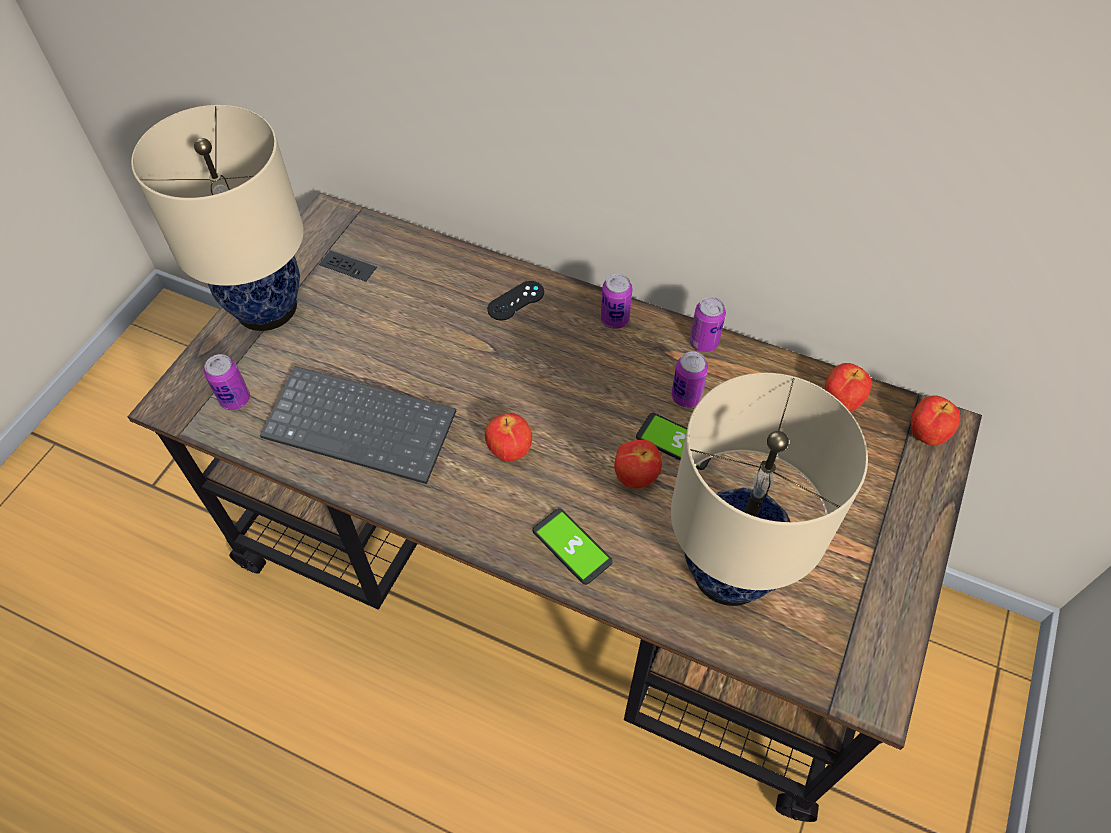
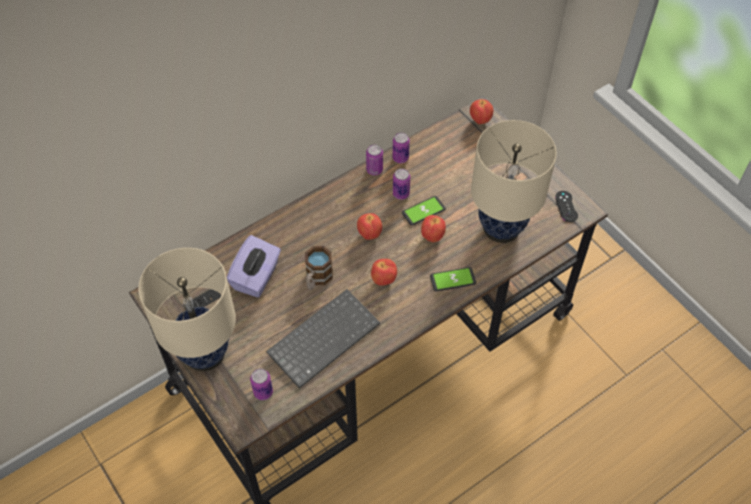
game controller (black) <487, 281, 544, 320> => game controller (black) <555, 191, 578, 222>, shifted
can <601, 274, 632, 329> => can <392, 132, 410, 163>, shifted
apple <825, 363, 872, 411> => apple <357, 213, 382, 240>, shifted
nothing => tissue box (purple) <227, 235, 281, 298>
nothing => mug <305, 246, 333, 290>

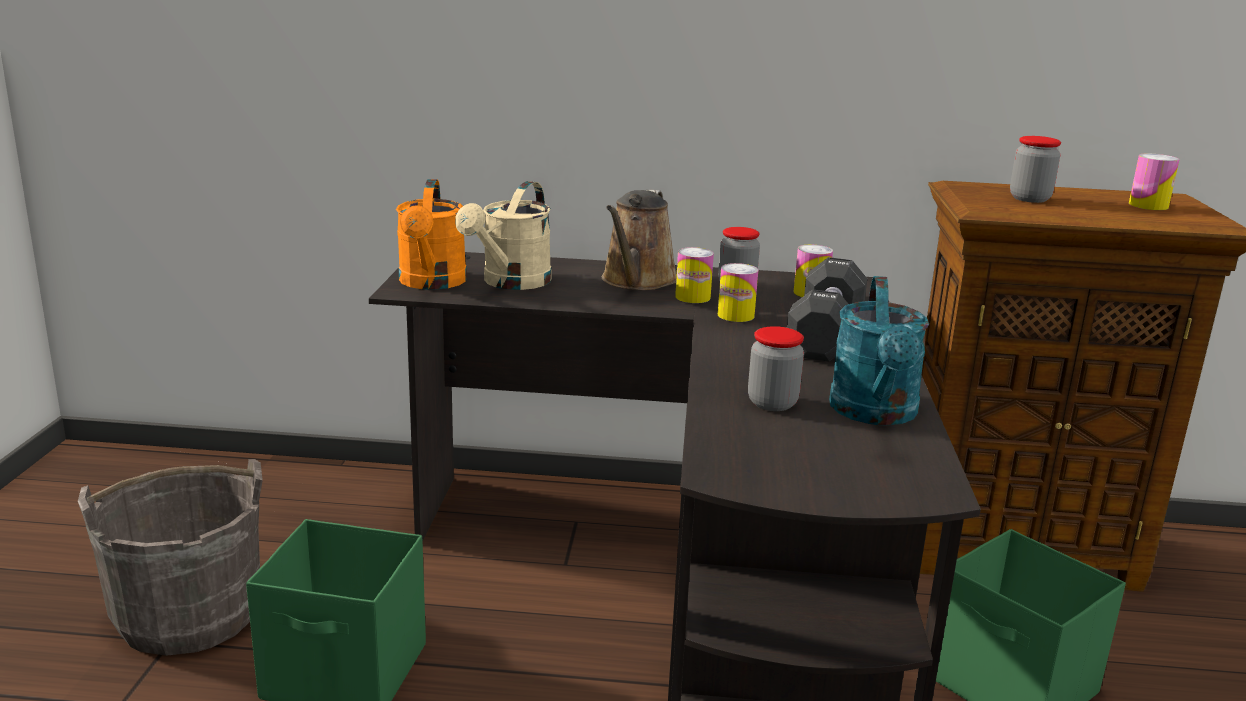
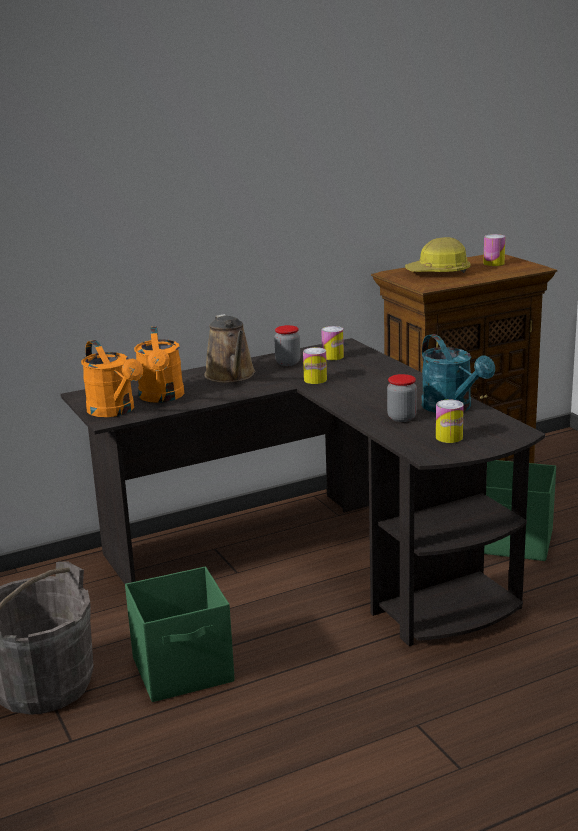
watering can (beige) <455, 181, 552, 290> => watering can (orange) <134, 326, 184, 403>
can <675, 247, 714, 303> => can <436, 400, 464, 443>, shifted
dumbbell (black) <787, 257, 867, 362> => nothing
jar <1010, 136, 1061, 203> => hard hat <405, 237, 471, 273>

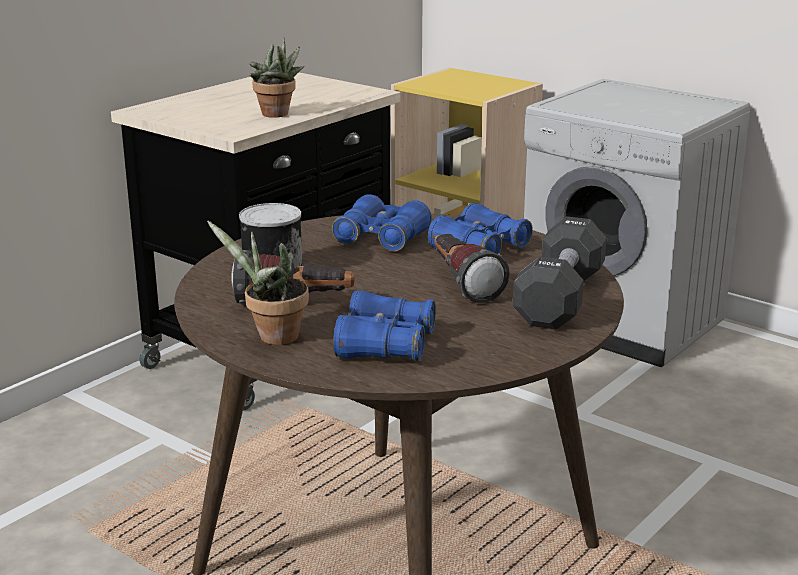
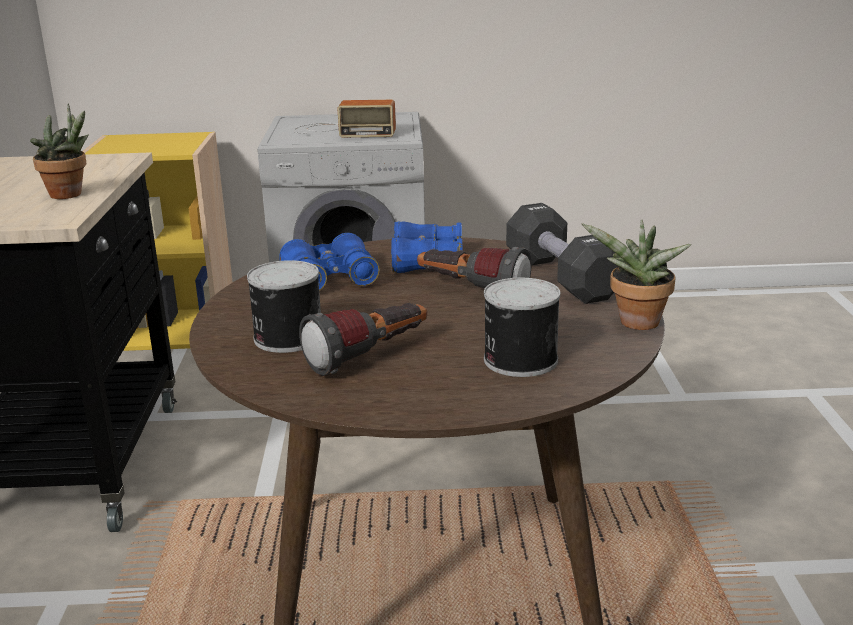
potted plant <207, 220, 309, 345> => potted plant <581, 220, 691, 330>, shifted
binoculars (blue) <333, 291, 436, 362> => can <484, 278, 560, 377>
nothing => radio <294, 100, 396, 138>

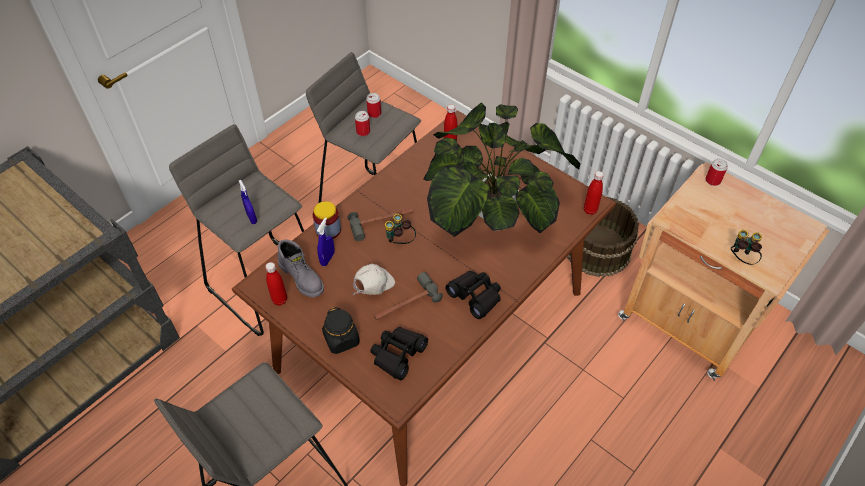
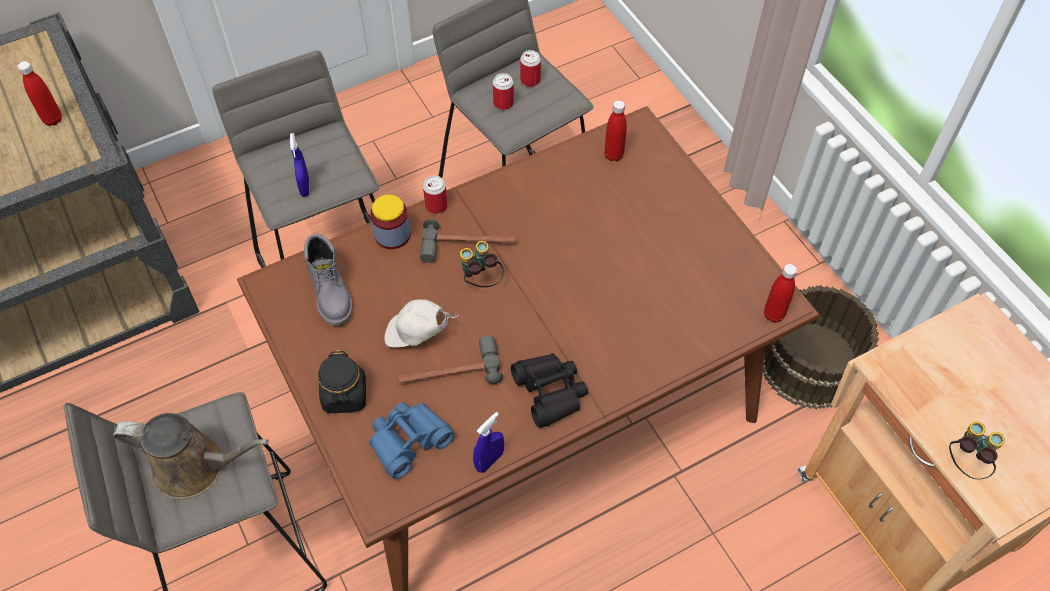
bottle (red) <265, 262, 287, 306> => bottle (red) <17, 61, 62, 126>, shifted
spray bottle (blue) <317, 217, 335, 266> => spray bottle (blue) <473, 412, 504, 473>, shifted
cap (white) <352, 264, 395, 295> => cap (white) <384, 299, 459, 347>, 150 degrees counterclockwise
binoculars (black) <370, 327, 428, 380> => binoculars (blue) <369, 402, 455, 479>
potted plant <423, 102, 580, 237> => nothing
can <705, 158, 728, 186> => can <423, 176, 448, 214>, shifted
nothing => watering can (brown) <113, 413, 269, 500>

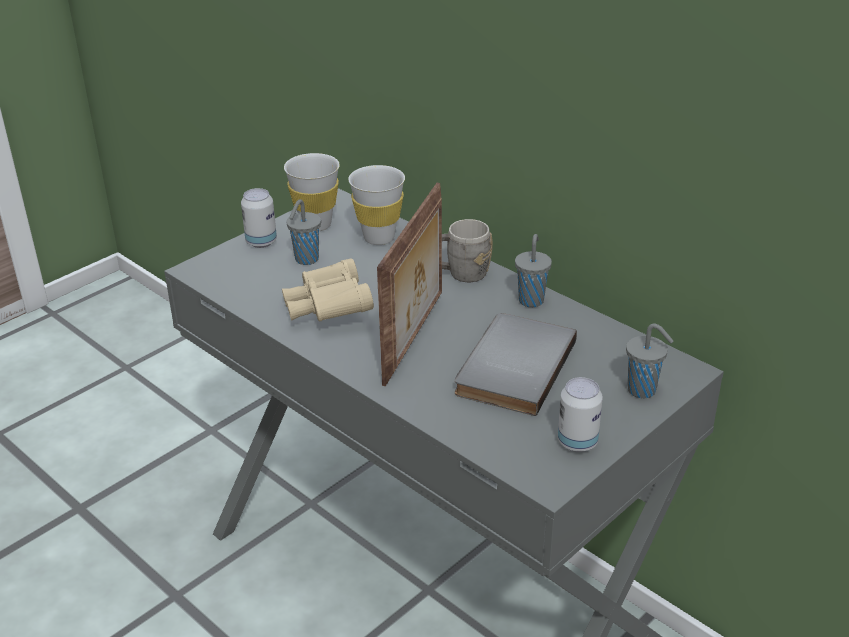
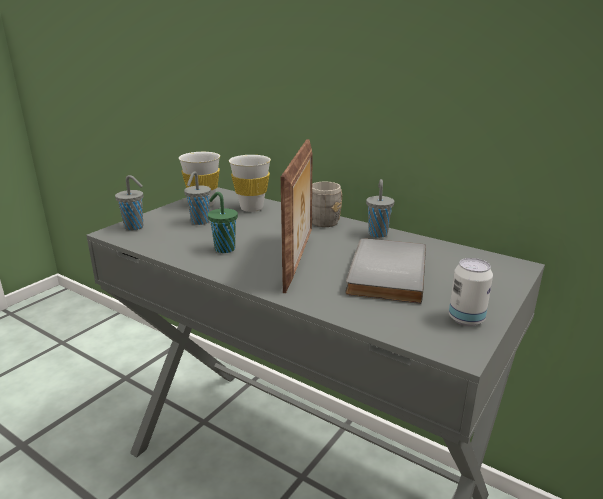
can <241, 188, 277, 248> => nothing
binoculars (beige) <282, 259, 374, 322> => cup (green) <208, 192, 238, 253>
cup (grey) <626, 324, 673, 398> => cup (grey) <115, 175, 143, 230>, shifted

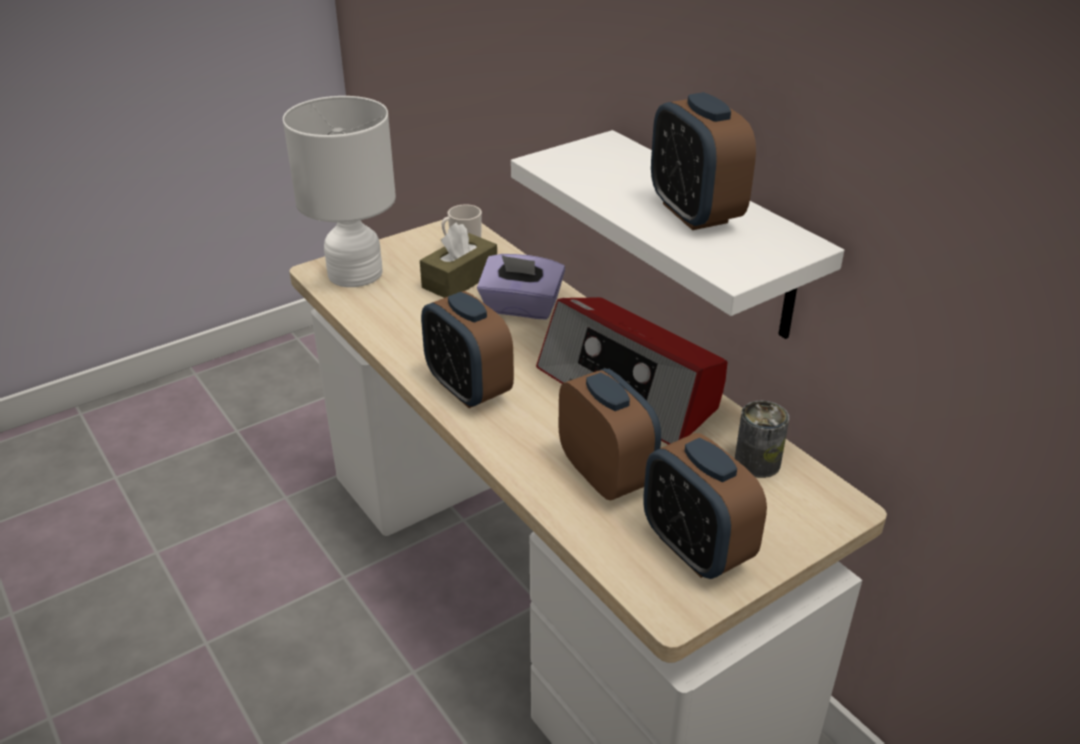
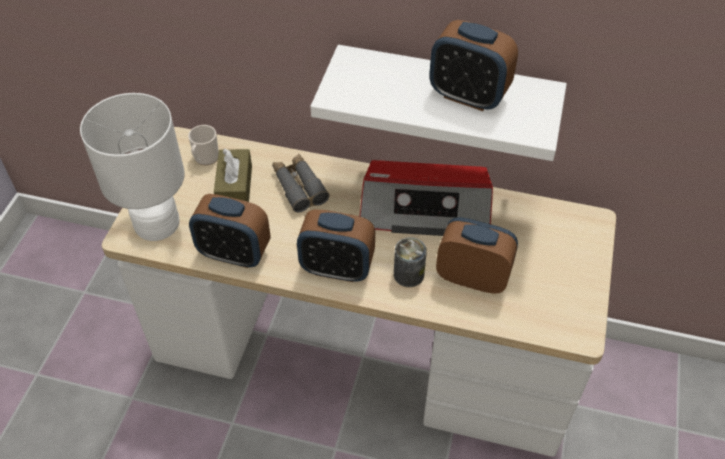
tissue box (purple) <477, 254, 565, 319> => binoculars (grey) <272, 154, 330, 213>
alarm clock <643, 433, 767, 579> => alarm clock <189, 194, 270, 268>, shifted
can <735, 401, 789, 478> => can <394, 237, 427, 287>, shifted

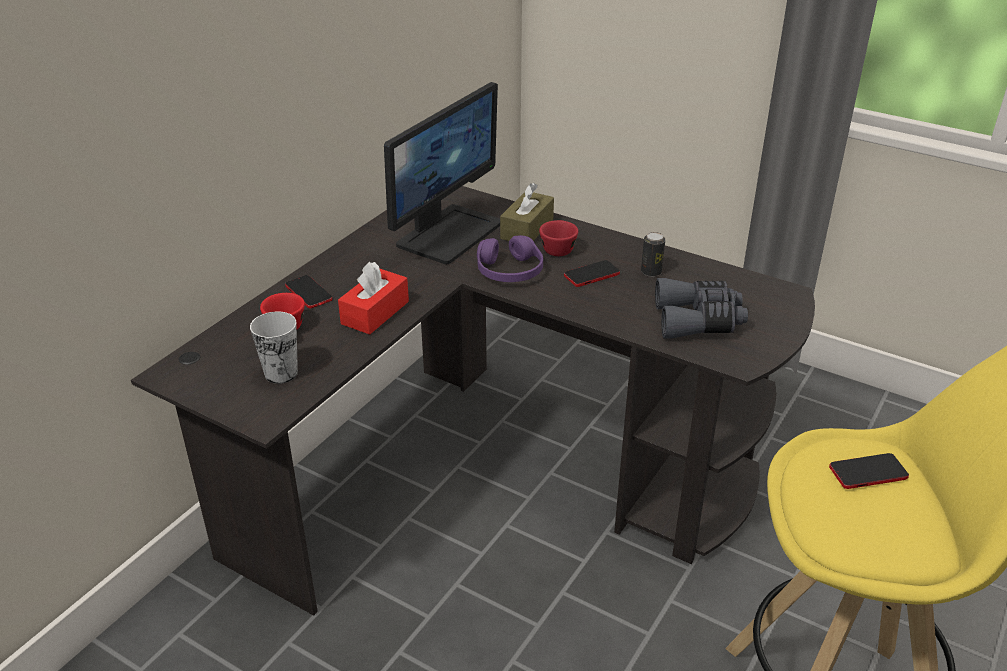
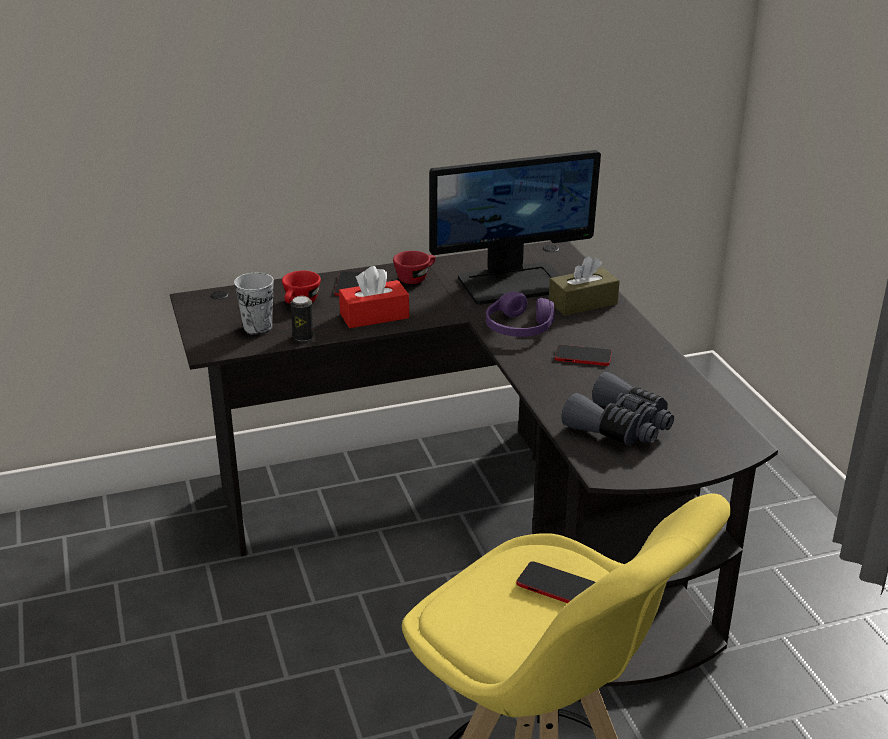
cup (red) <539, 220, 578, 256> => cup (red) <393, 251, 436, 284>, shifted
can <641, 232, 665, 277> => can <290, 296, 314, 342>, shifted

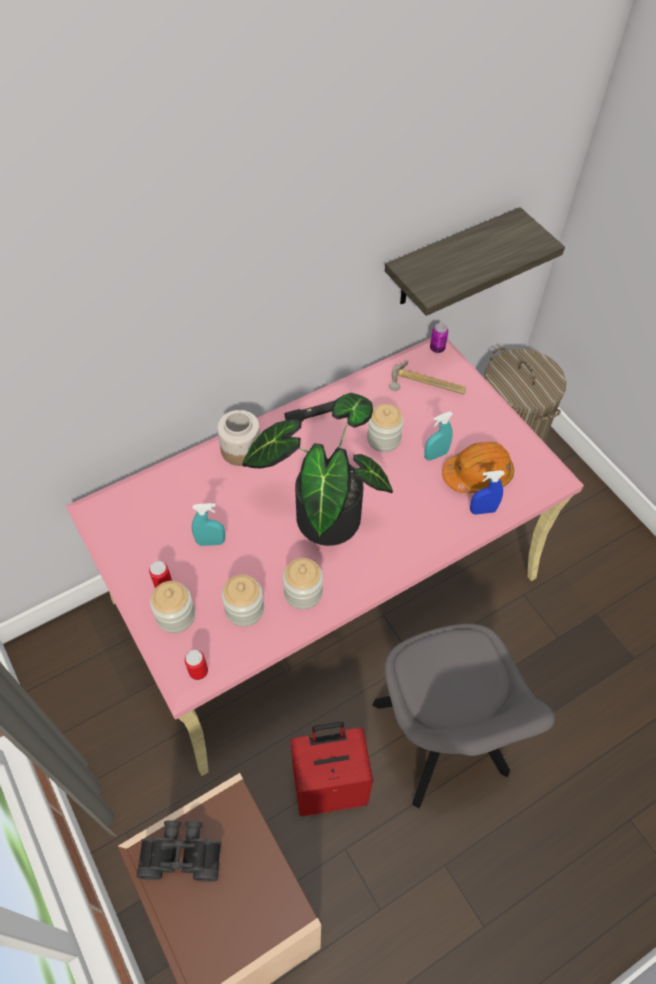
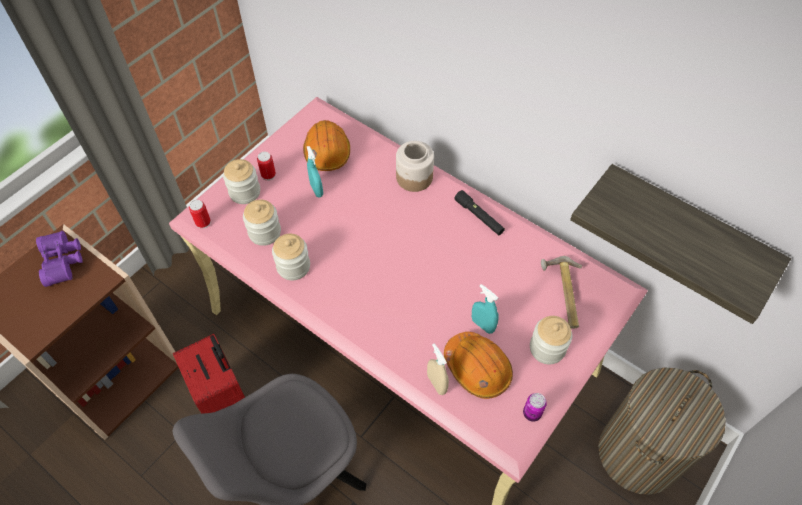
binoculars (black) <136, 820, 221, 882> => binoculars (purple) <36, 231, 83, 287>
potted plant <242, 393, 393, 546> => nothing
jar <367, 404, 404, 452> => jar <530, 316, 572, 364>, shifted
can <430, 323, 448, 353> => can <523, 393, 547, 422>, shifted
spray bottle (blue) <470, 470, 505, 515> => spray bottle (beige) <427, 343, 449, 395>
nothing => hard hat (orange) <303, 120, 350, 171>

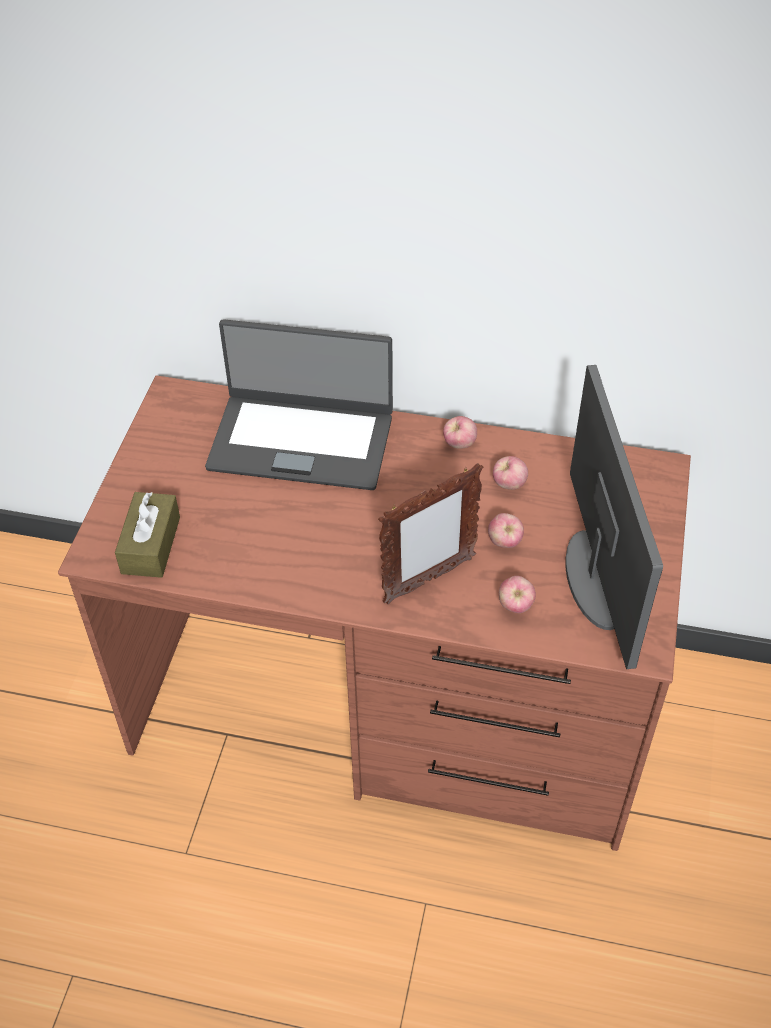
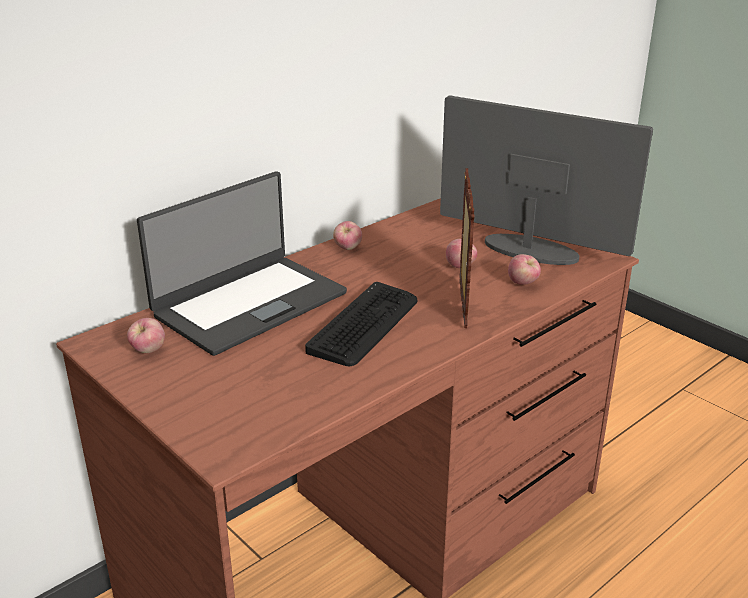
tissue box (brown) <115, 492, 180, 578> => nothing
apple <493, 456, 528, 490> => apple <127, 318, 165, 353>, shifted
nothing => keyboard <305, 282, 418, 366>

